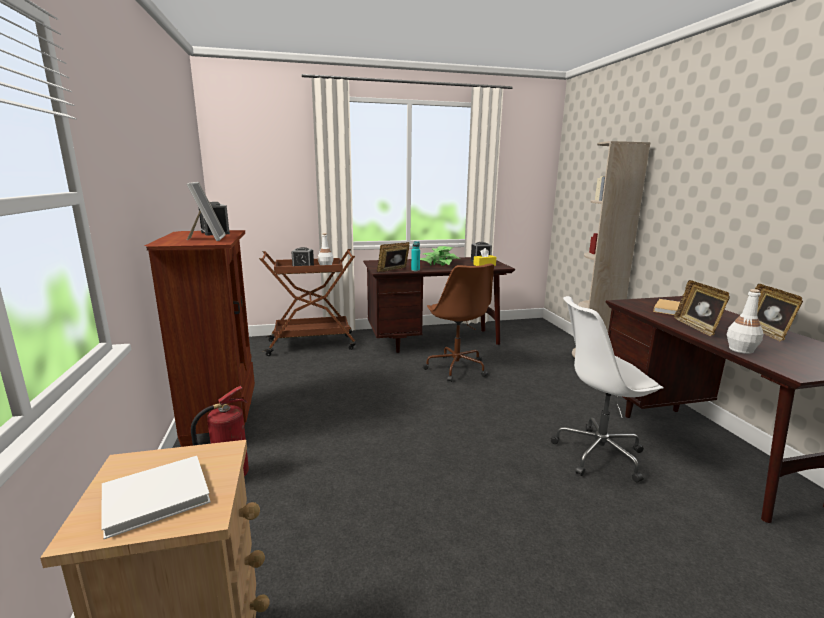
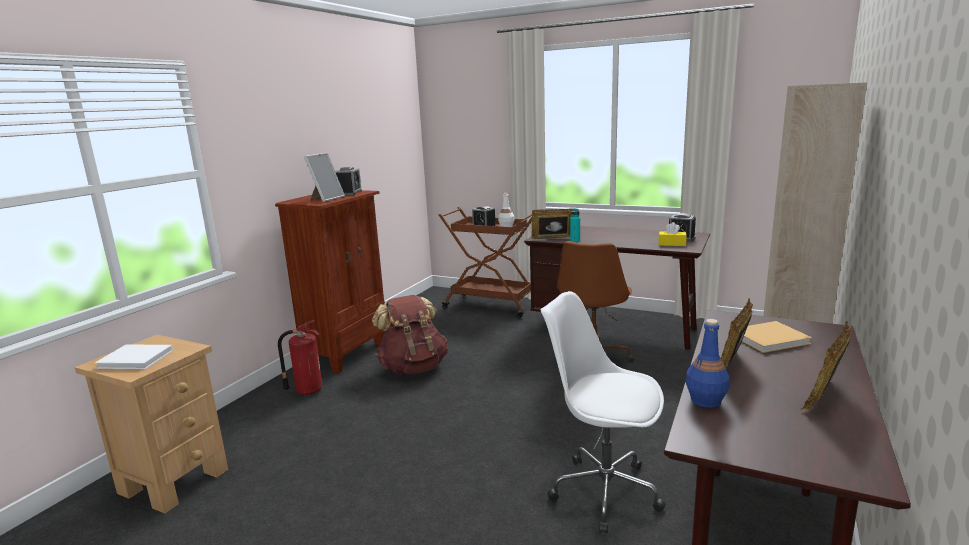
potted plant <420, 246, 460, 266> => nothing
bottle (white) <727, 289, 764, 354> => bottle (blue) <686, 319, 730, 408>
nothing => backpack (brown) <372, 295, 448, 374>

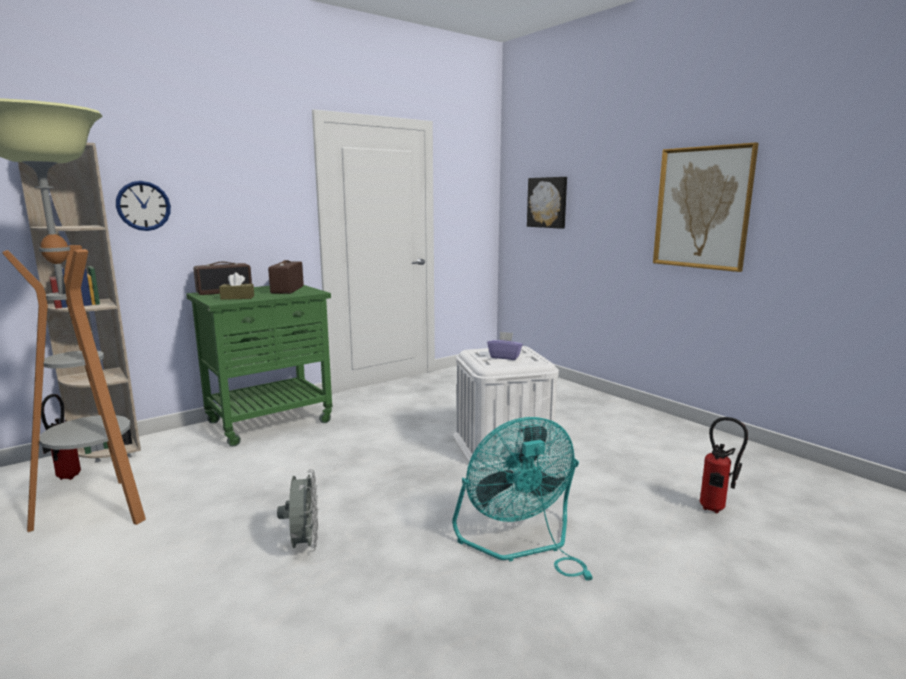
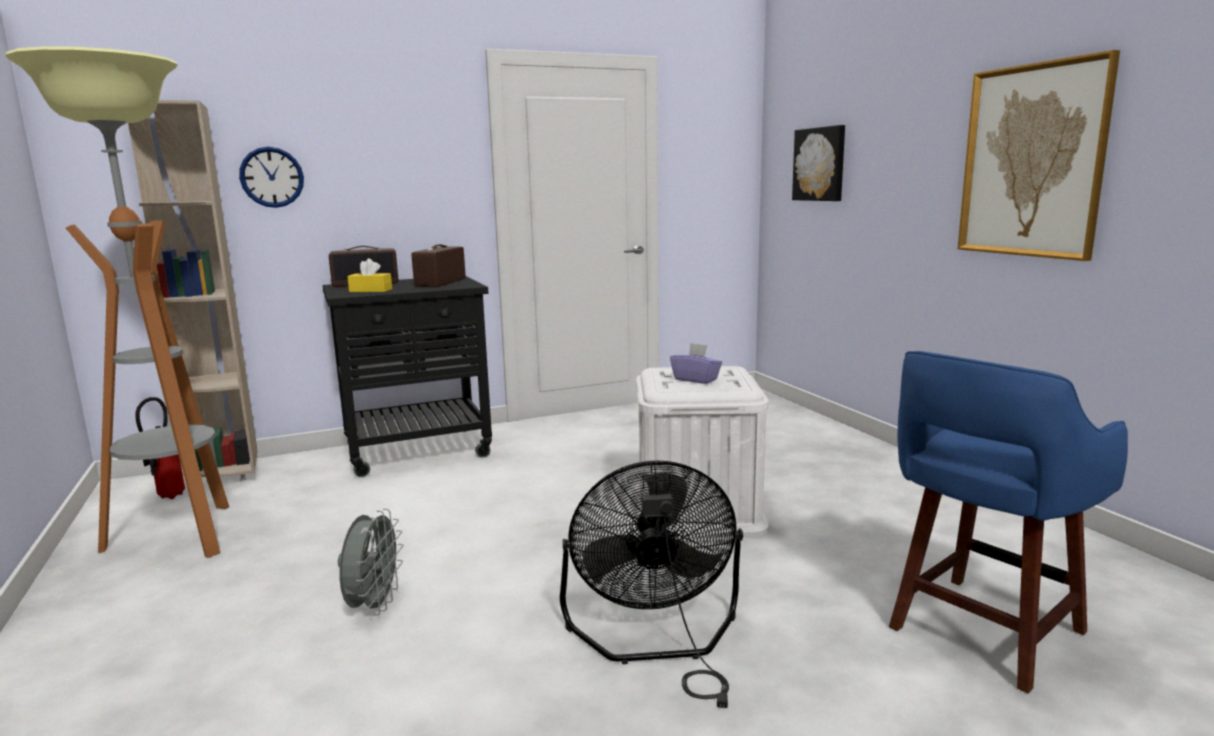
cart (green) <186, 285, 332, 447> => cart (black) <323, 276, 492, 477>
tissue box (brown) <219, 272, 254, 300> => tissue box (yellow) <347, 259, 392, 292>
fan (turquoise) <452, 417, 592, 580> => fan (black) <560, 461, 743, 708>
fire extinguisher <700, 417, 748, 513> => stool (blue) <889, 351, 1128, 693>

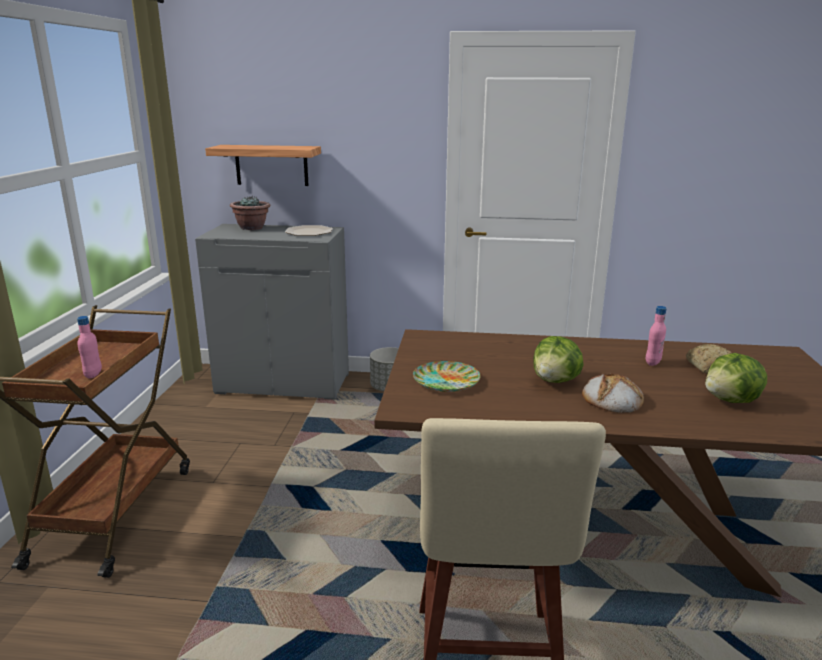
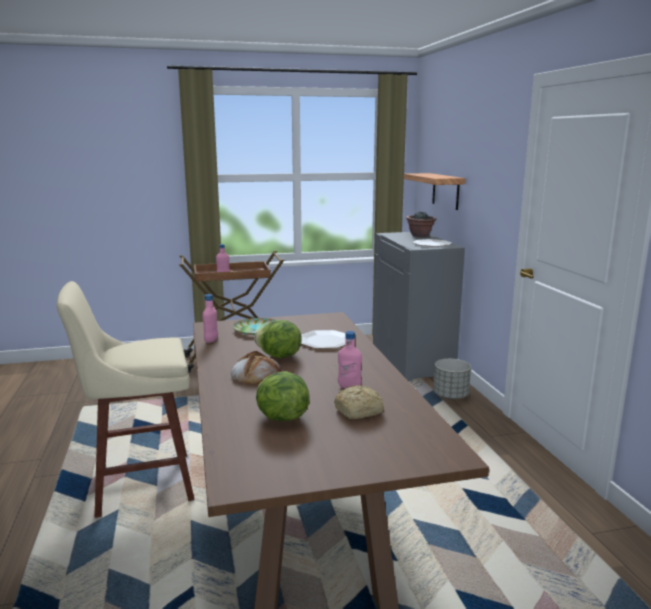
nothing => bottle (pink) <202, 294, 218, 343>
nothing => plate <301, 330, 346, 349>

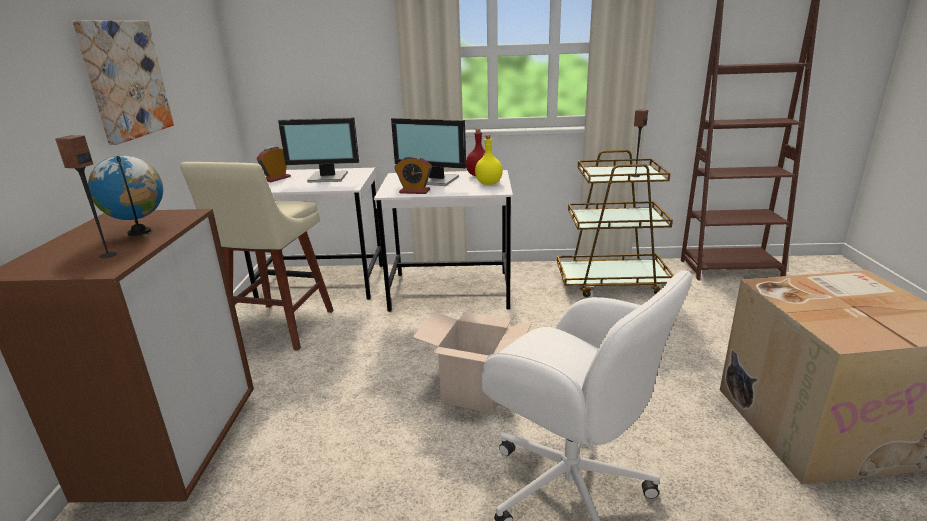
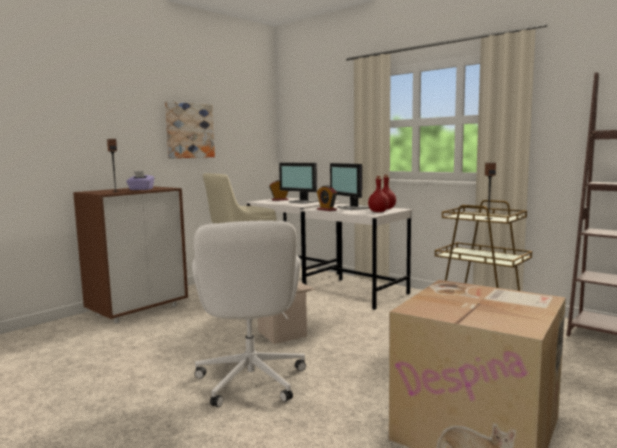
globe <88, 155, 163, 236> => tissue box (purple) <126, 171, 155, 190>
bottle (yellow) <475, 135, 503, 185> => bottle (red) <368, 176, 389, 212>

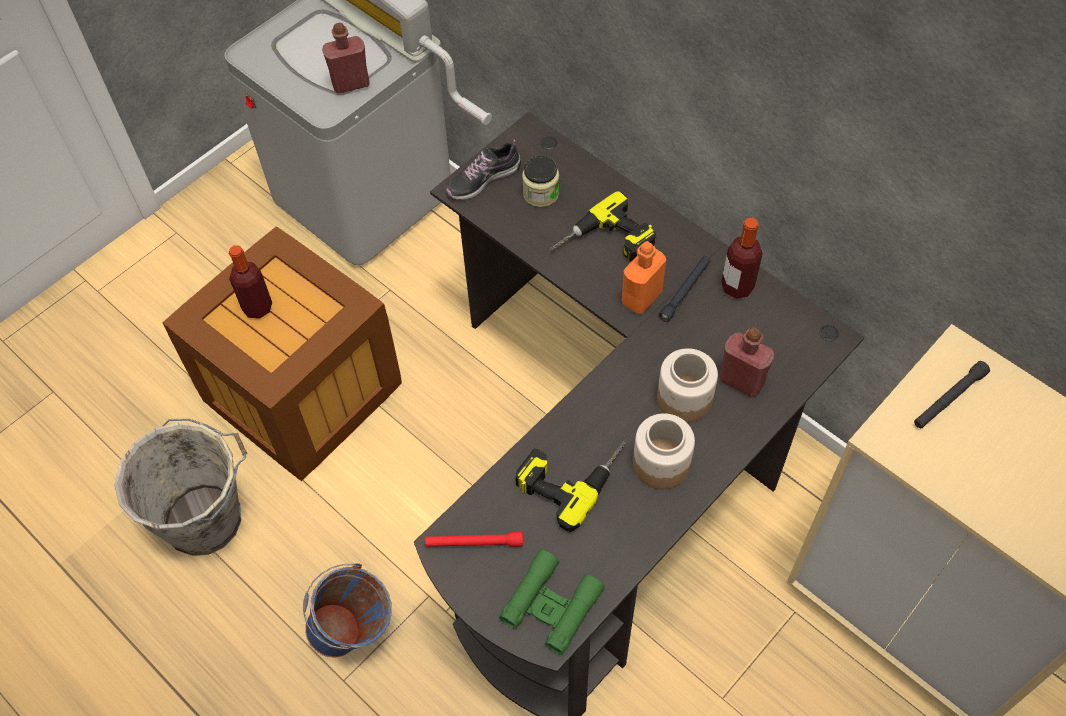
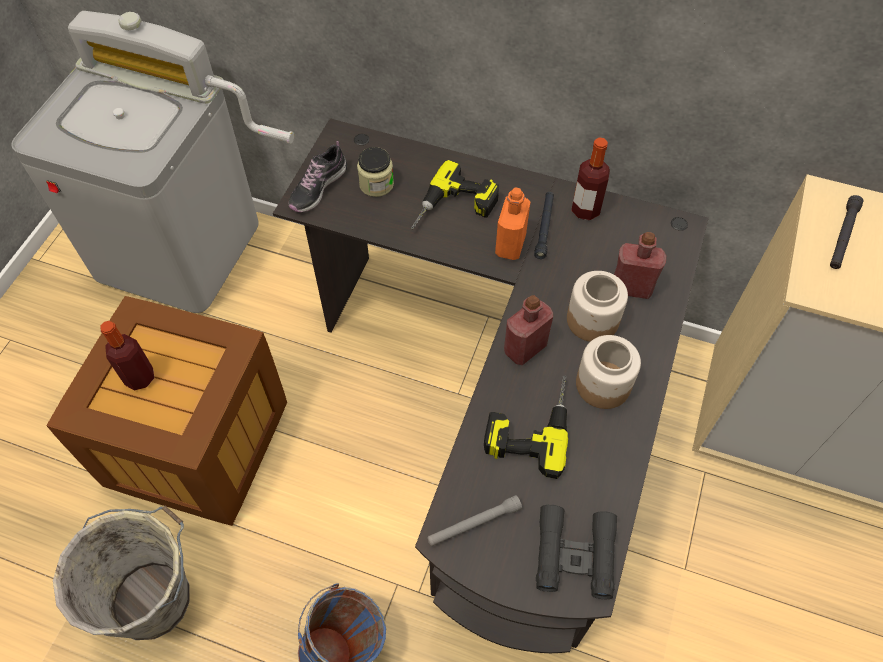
bottle (red) <322, 23, 370, 94> => bottle (red) <504, 295, 553, 365>, shifted
flashlight (red) <425, 532, 523, 547> => flashlight (grey) <427, 495, 522, 546>
binoculars (green) <499, 549, 605, 655> => binoculars (black) <536, 505, 617, 599>

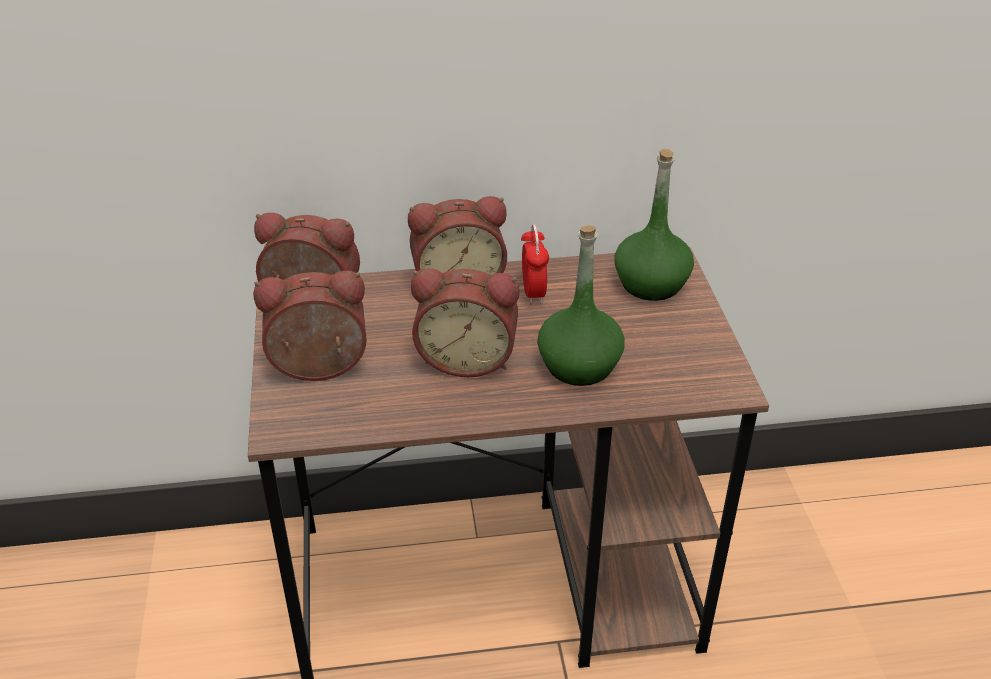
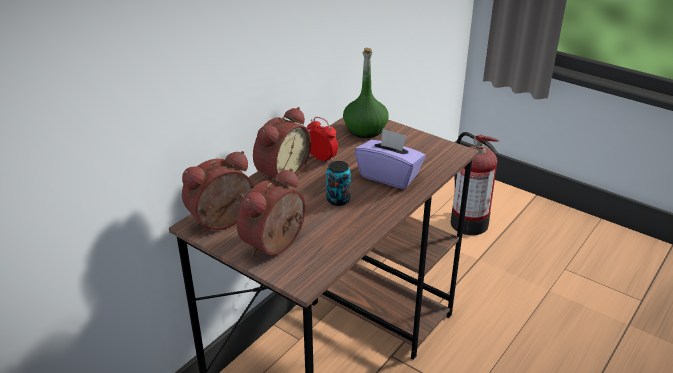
alarm clock <411, 268, 520, 377> => can <326, 161, 351, 206>
bottle (green) <537, 225, 625, 386> => tissue box (purple) <355, 128, 426, 189>
nothing => fire extinguisher <451, 132, 499, 235>

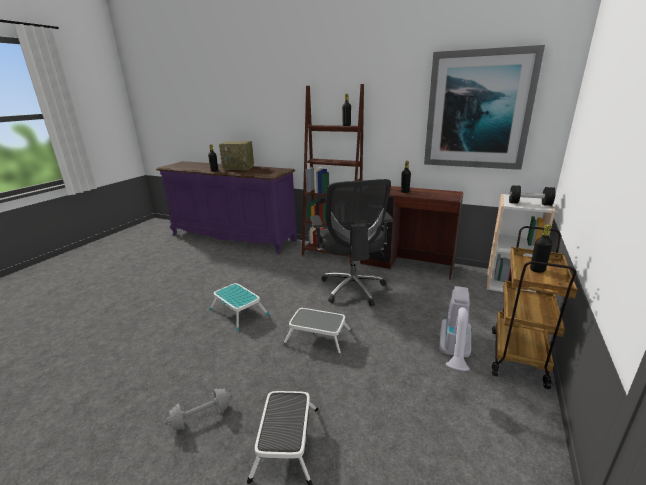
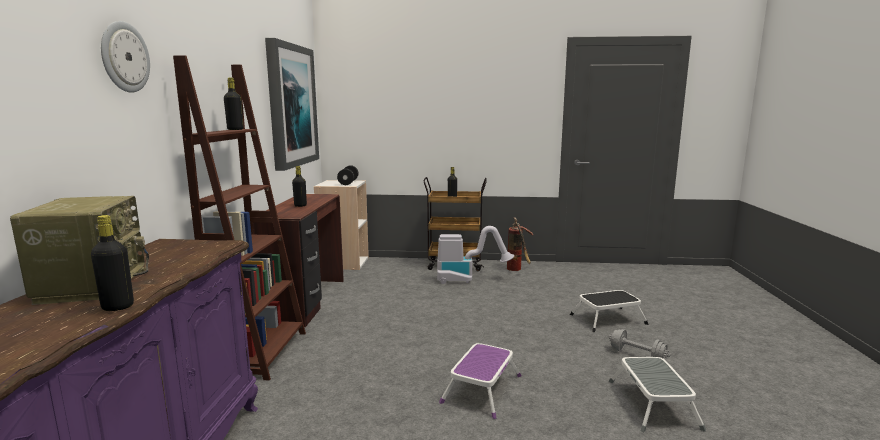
step ladder (turquoise) <209, 283, 269, 331> => step ladder (purple) <439, 343, 522, 419>
step ladder (grey) <282, 308, 352, 357> => step ladder (grey) <608, 357, 706, 433>, shifted
office chair <310, 179, 393, 306> => nothing
nothing => wall clock <101, 21, 150, 93>
nothing => fire extinguisher <507, 217, 533, 271>

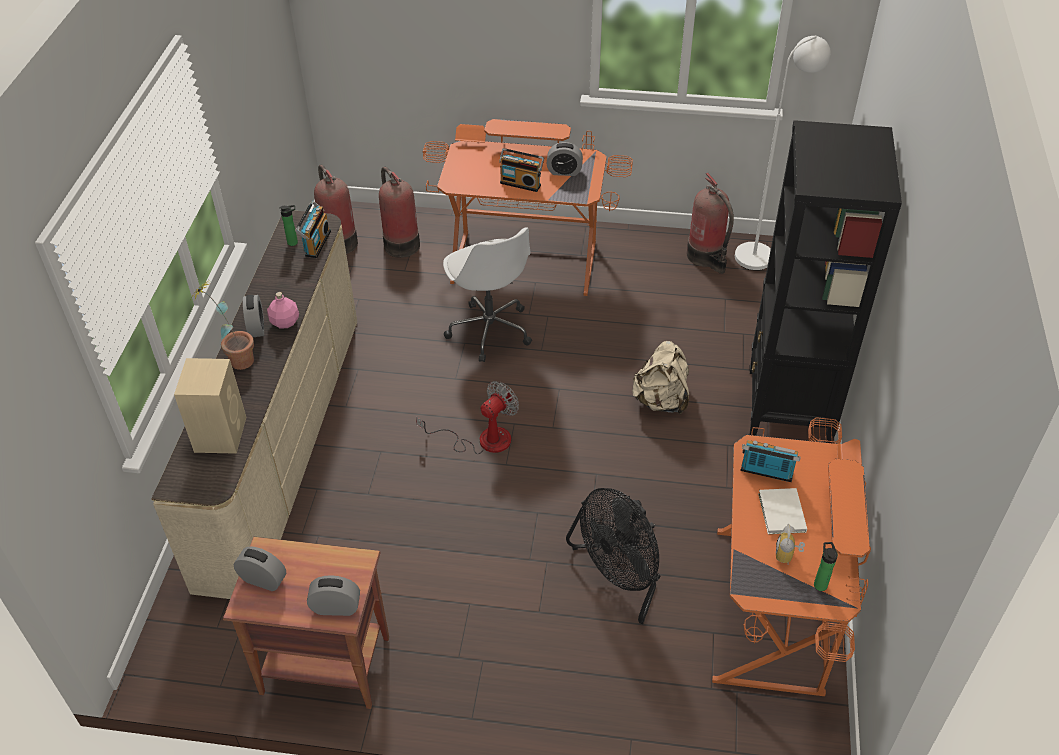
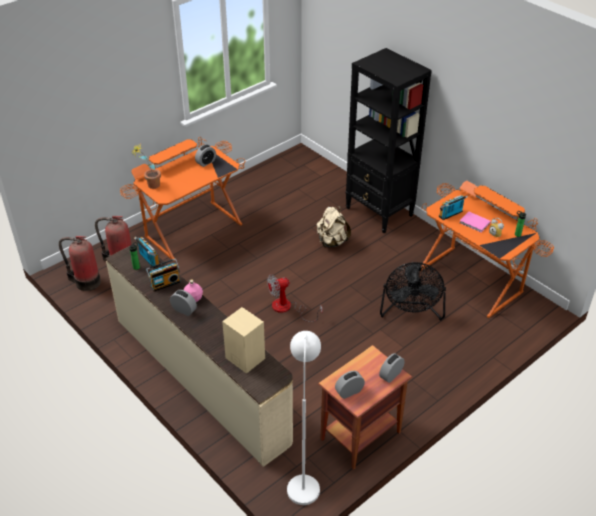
potted plant <191, 280, 254, 370> => potted plant <131, 145, 161, 189>, shifted
fan <416, 381, 519, 454> => fan <267, 274, 323, 322>, 105 degrees counterclockwise
office chair (white) <443, 227, 532, 362> => nothing
radio <499, 148, 544, 192> => radio <146, 259, 180, 291>, shifted
fire extinguisher <687, 173, 734, 274> => nothing
floor lamp (white) <735, 35, 831, 270> => floor lamp (white) <287, 331, 321, 505>, shifted
book (white) <758, 488, 807, 534> => book (pink) <460, 212, 491, 233>

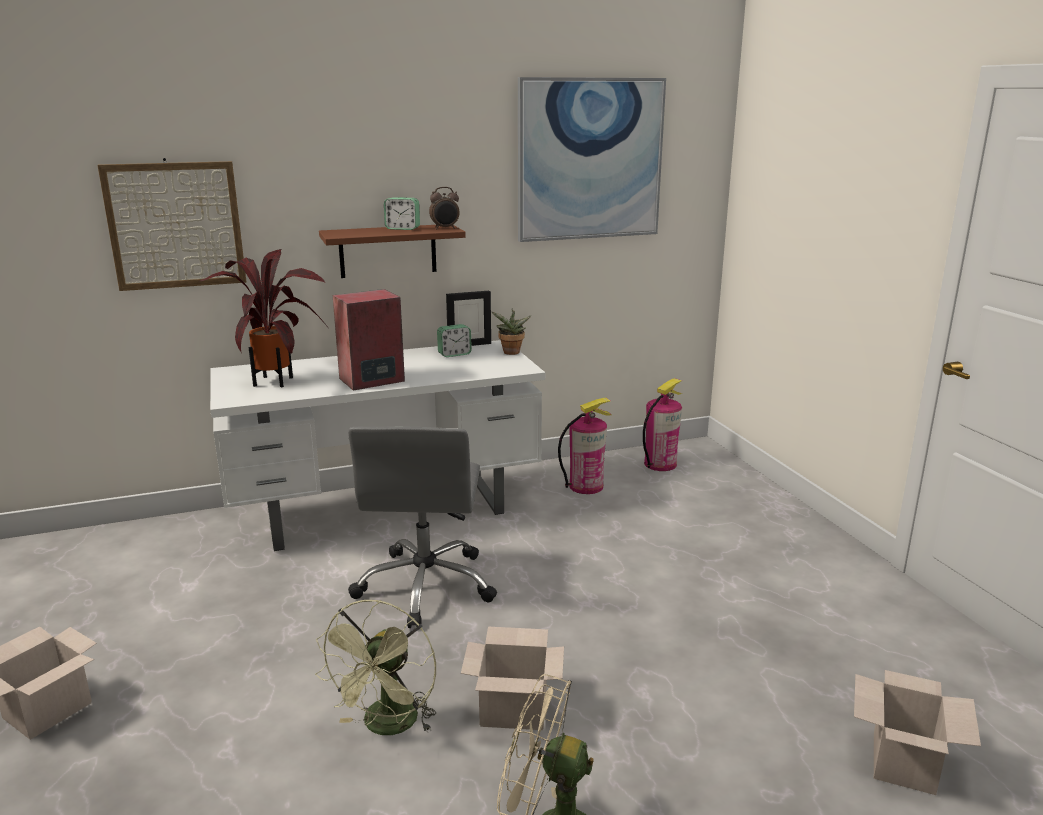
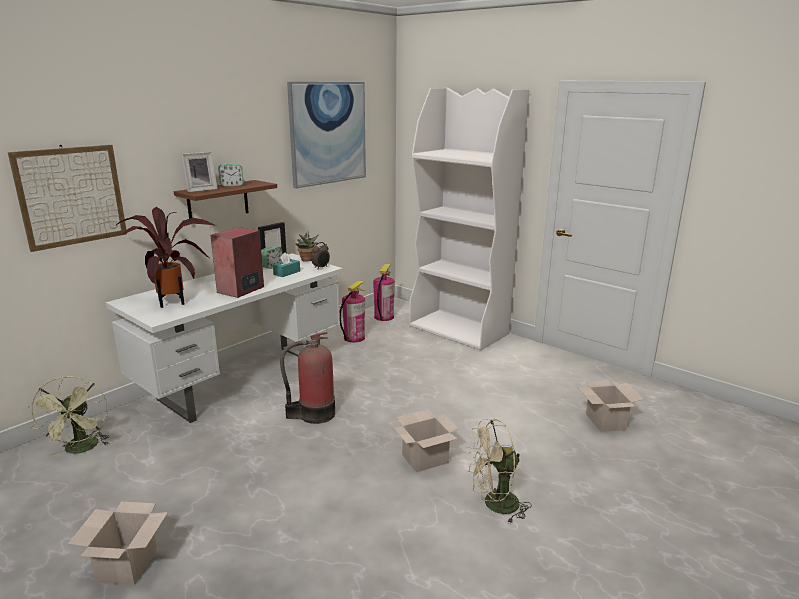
fan (green) <315, 600, 436, 735> => fan (green) <28, 376, 110, 456>, shifted
office chair (grey) <348, 426, 497, 628> => fire extinguisher <280, 332, 335, 424>
alarm clock <429, 187, 459, 229> => alarm clock <311, 242, 330, 269>, shifted
nothing => picture frame <181, 152, 217, 192>
nothing => tissue box (turquoise) <273, 252, 300, 277>
nothing => bookcase (white) <409, 88, 529, 350>

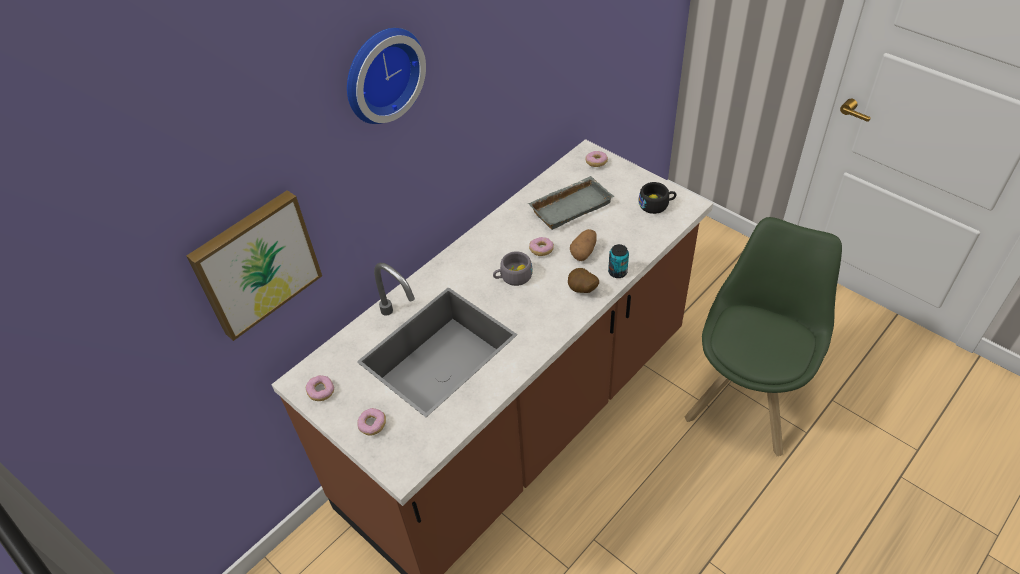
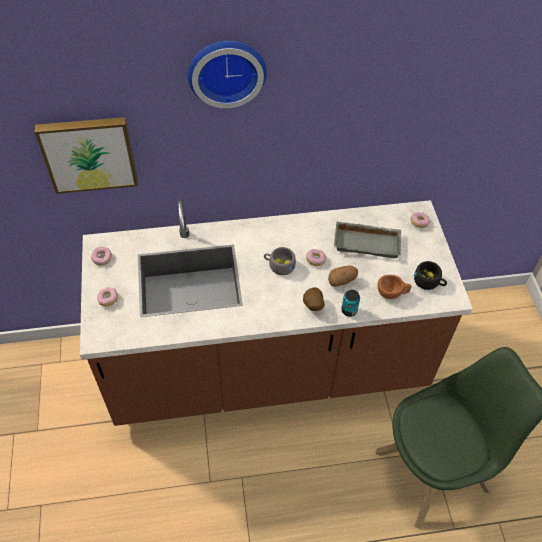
nothing => cup (brown) <377, 275, 412, 299>

